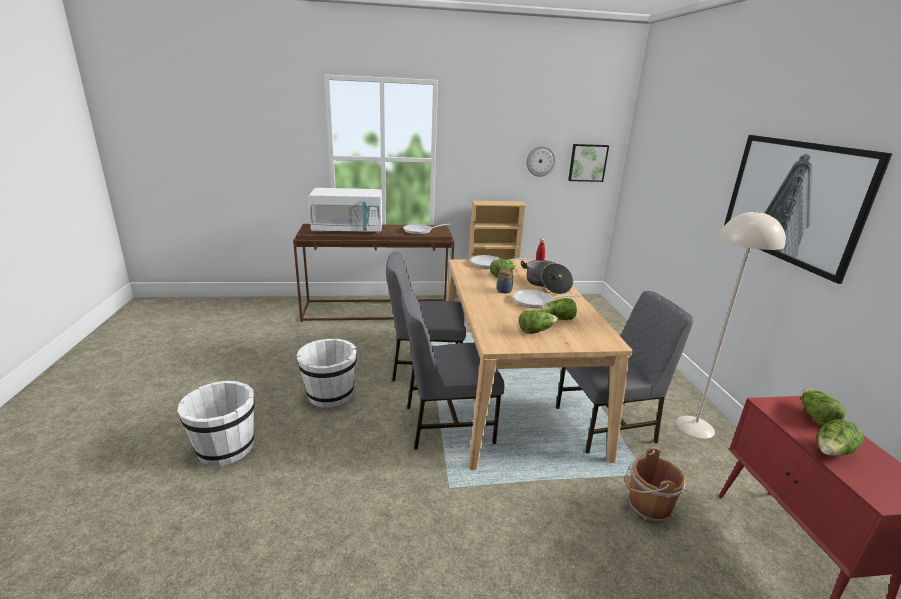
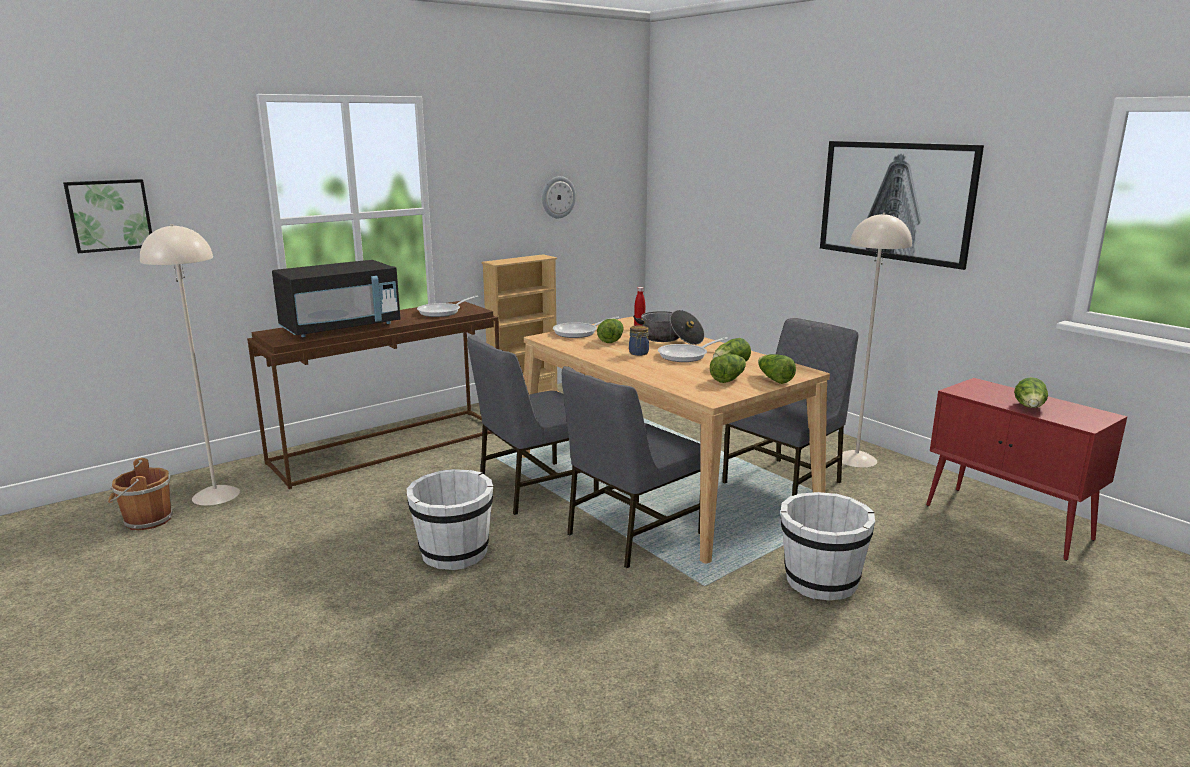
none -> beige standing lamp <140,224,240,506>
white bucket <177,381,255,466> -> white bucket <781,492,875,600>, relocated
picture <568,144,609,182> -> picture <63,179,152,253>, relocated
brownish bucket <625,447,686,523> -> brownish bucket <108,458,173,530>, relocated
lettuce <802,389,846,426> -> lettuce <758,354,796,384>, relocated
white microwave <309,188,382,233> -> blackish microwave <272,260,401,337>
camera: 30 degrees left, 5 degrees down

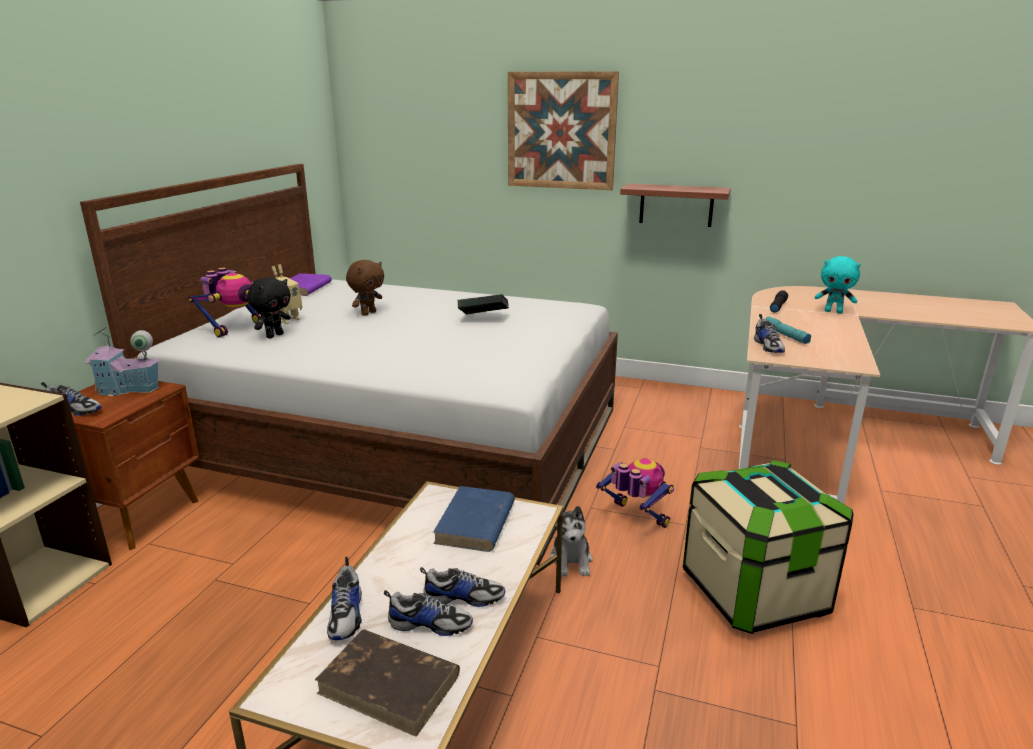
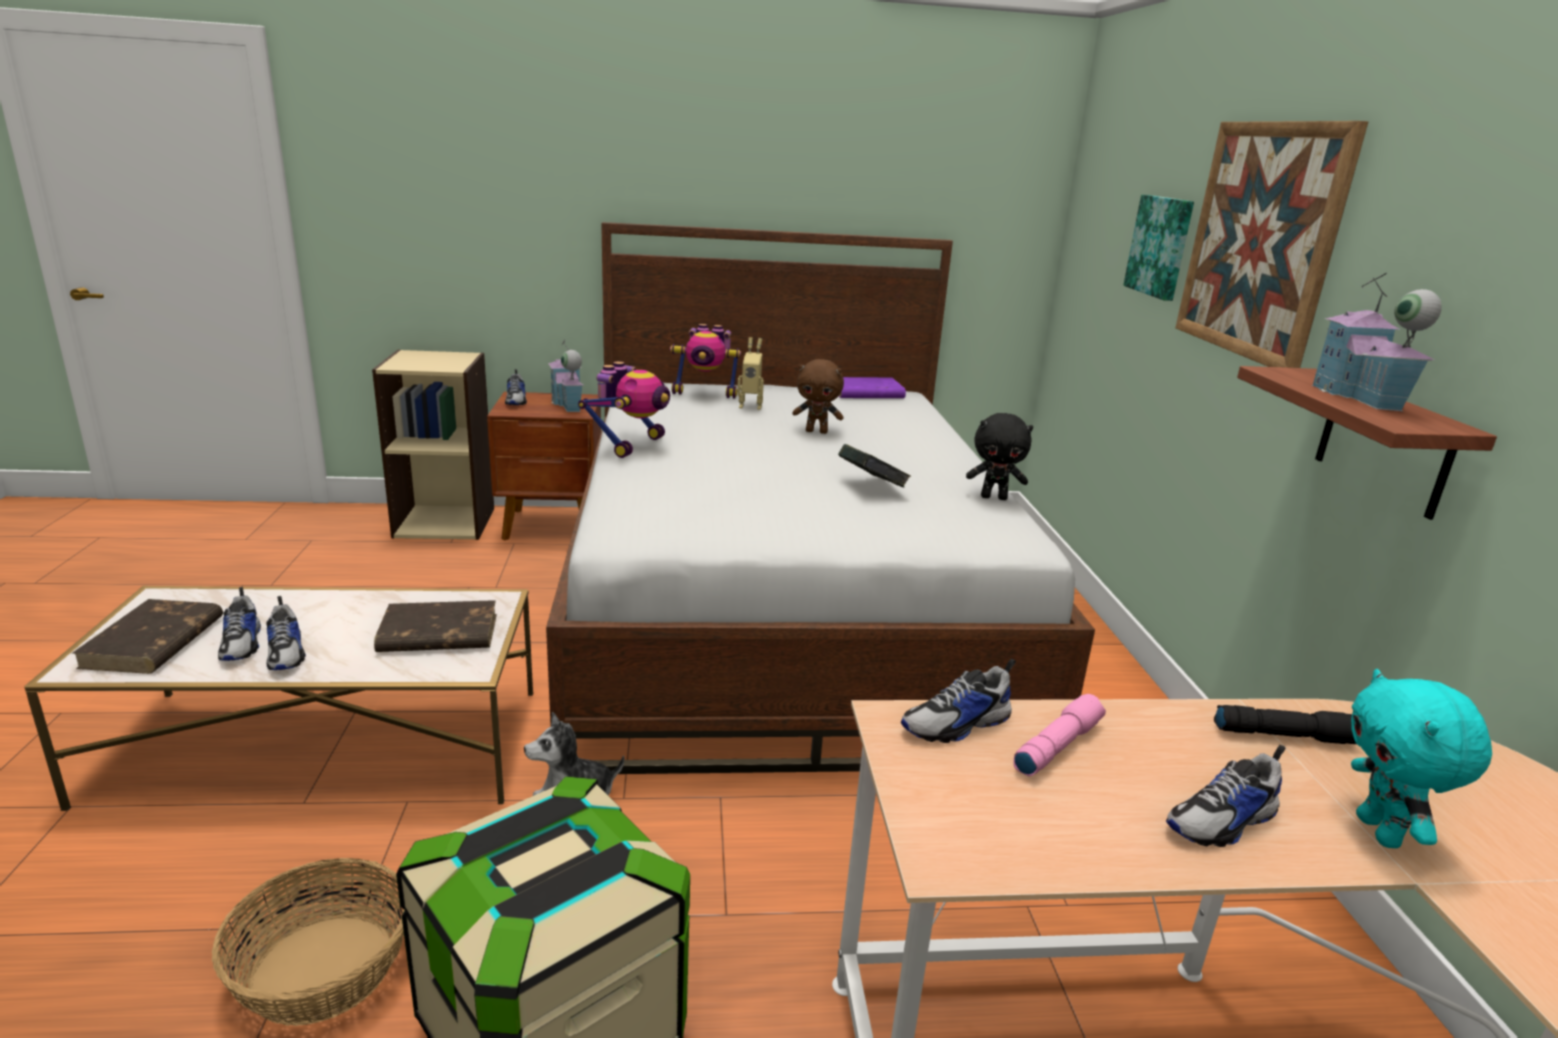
none -> household basket <212,858,405,1026>
none -> picture <1123,195,1194,301>
none -> miniature house <1312,273,1442,411>
blackish plush toy <247,277,291,338> -> blackish plush toy <966,413,1033,500>, relocated
low shoe <327,557,362,640> -> low shoe <1166,745,1285,847>, relocated
toy robot <596,458,674,528> -> toy robot <578,361,670,458>, relocated
blue-coloured book <433,486,515,552> -> brownish book <374,600,497,652>
blue-green flashlight <765,317,811,344> -> pink flashlight <1013,694,1106,776>
camera: 65 degrees right, 0 degrees up

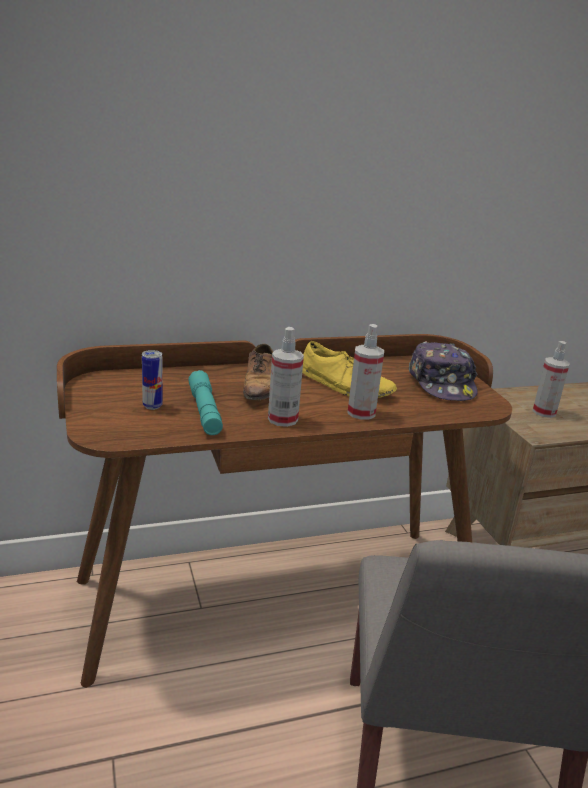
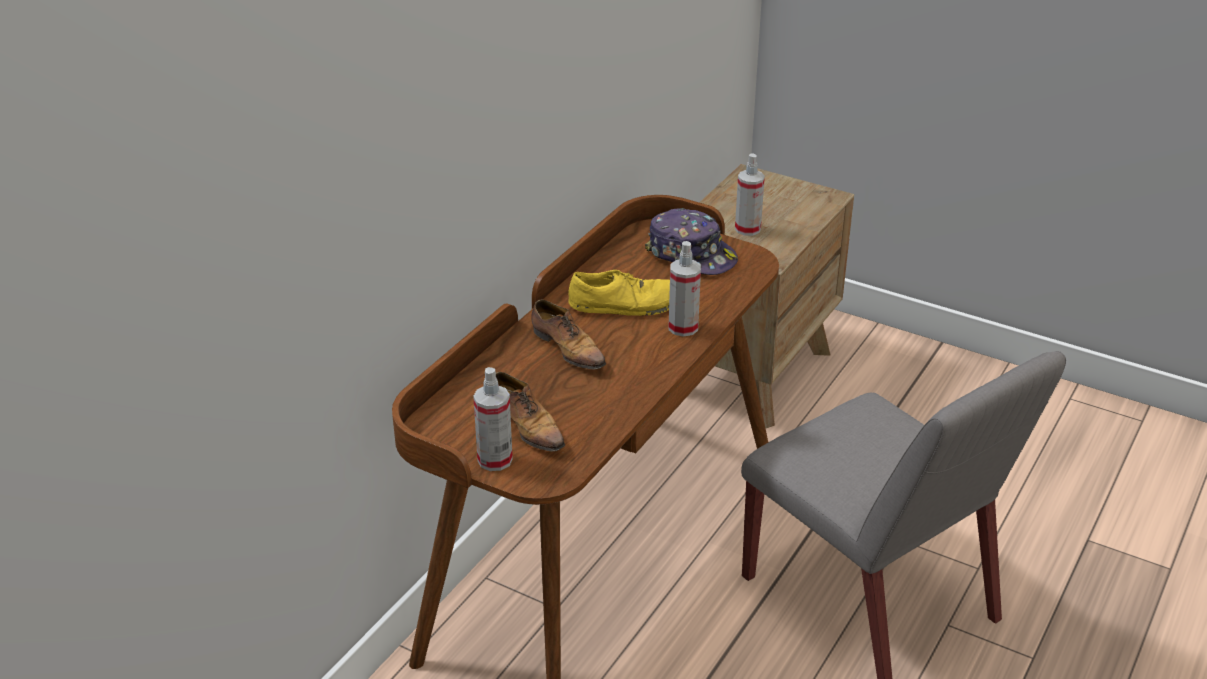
blue-green flashlight <188,370,223,435> -> none
sprayer <268,327,304,427> -> sprayer <473,367,513,471>, relocated
metal can <142,350,163,410> -> low shoe <496,372,565,452>
camera: 40 degrees left, 10 degrees up

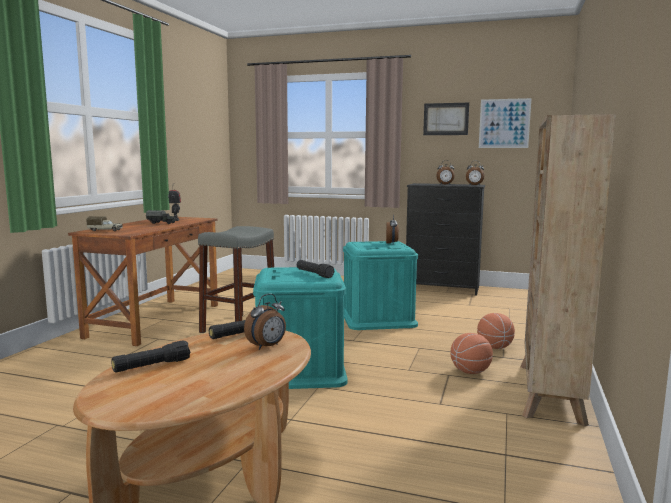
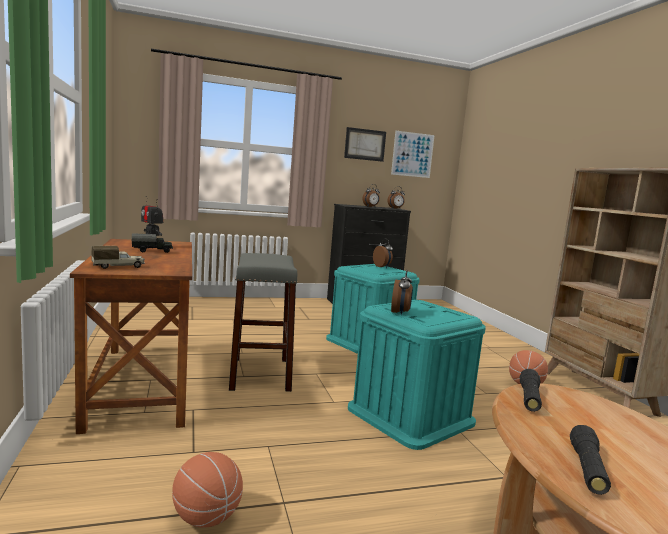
blackish flashlight <297,260,334,278> -> none
table clock <244,294,286,350> -> table clock <391,270,413,315>, relocated
basketball ball <477,313,515,349> -> basketball ball <172,452,243,528>, relocated
camera: 35 degrees left, 0 degrees up

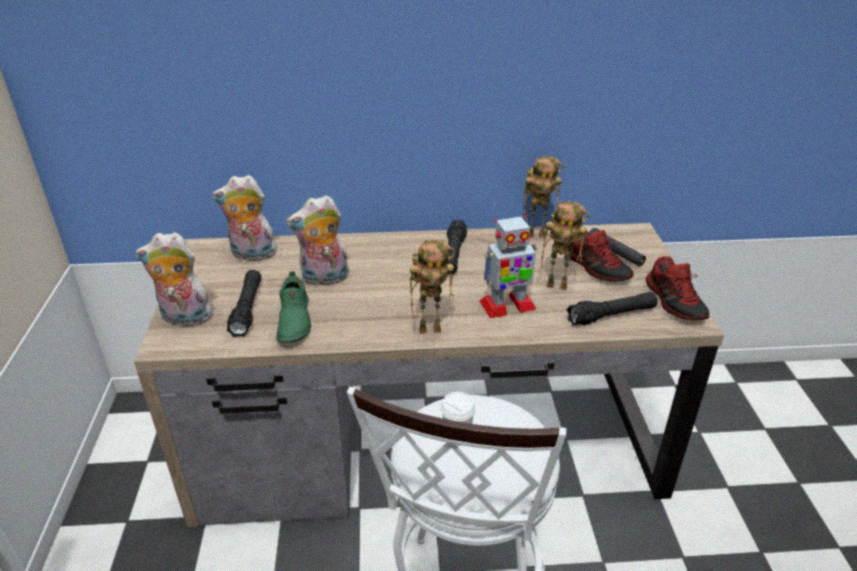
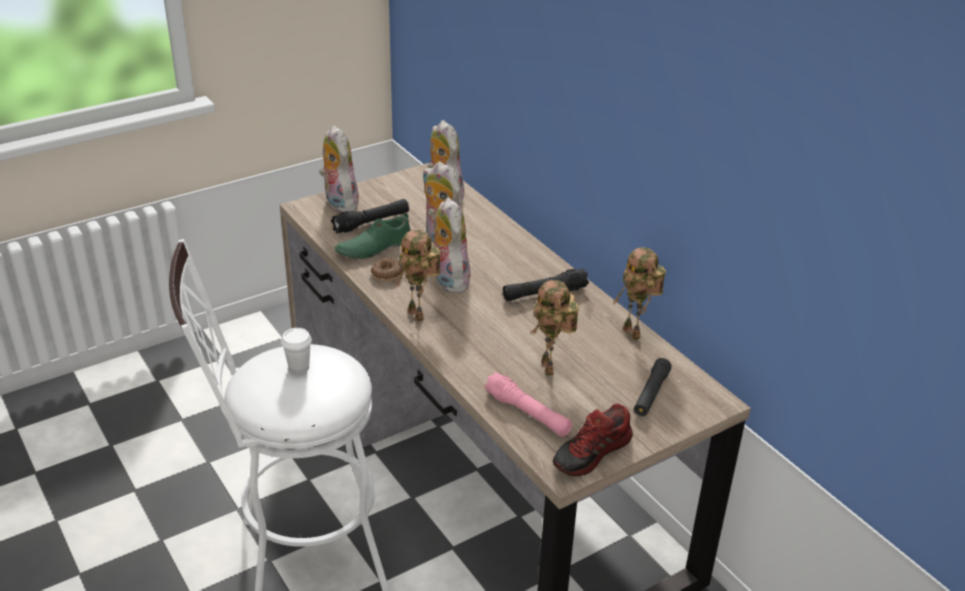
toy robot <480,215,537,318> -> none
low shoe <570,230,634,282> -> none
none -> ring doughnut <371,258,404,281>
none -> plush toy <432,198,473,293>
blackish flashlight <567,292,657,325> -> pink flashlight <484,372,572,437>
camera: 60 degrees right, 0 degrees up

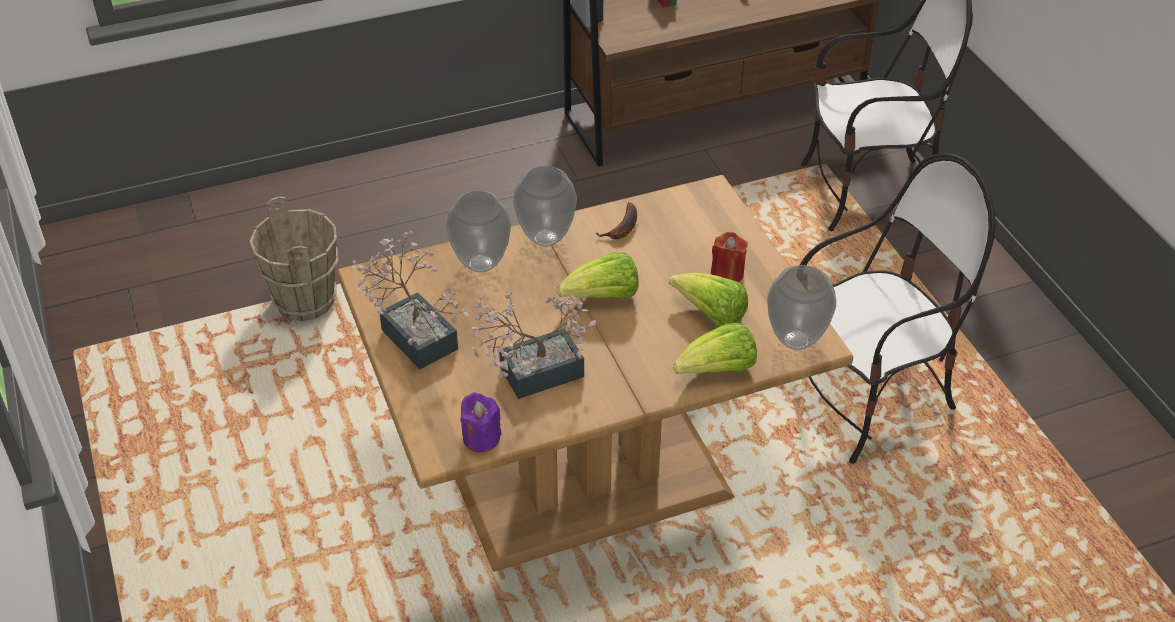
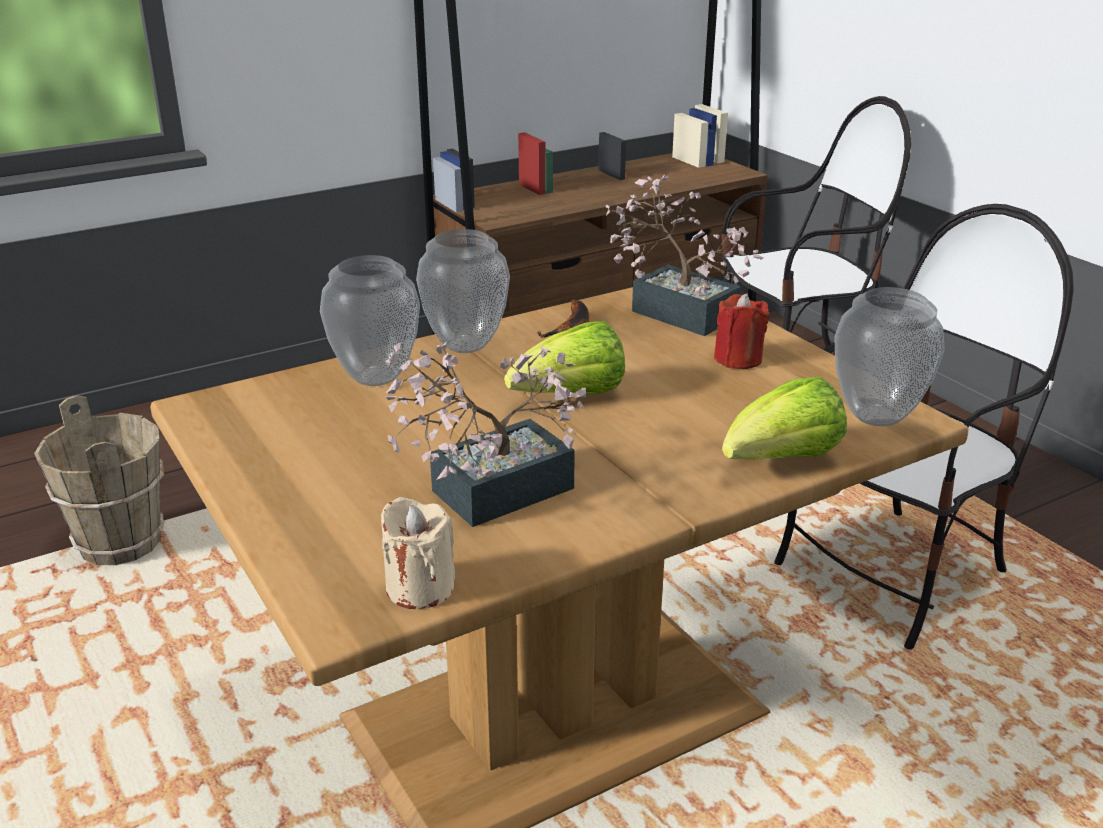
lettuce <669,273,748,327> -> none
potted plant <351,231,470,369> -> potted plant <605,175,763,336>, relocated
purple-coloured candle <460,392,501,452> -> beige candle <381,497,455,609>
camera: 10 degrees left, 15 degrees down

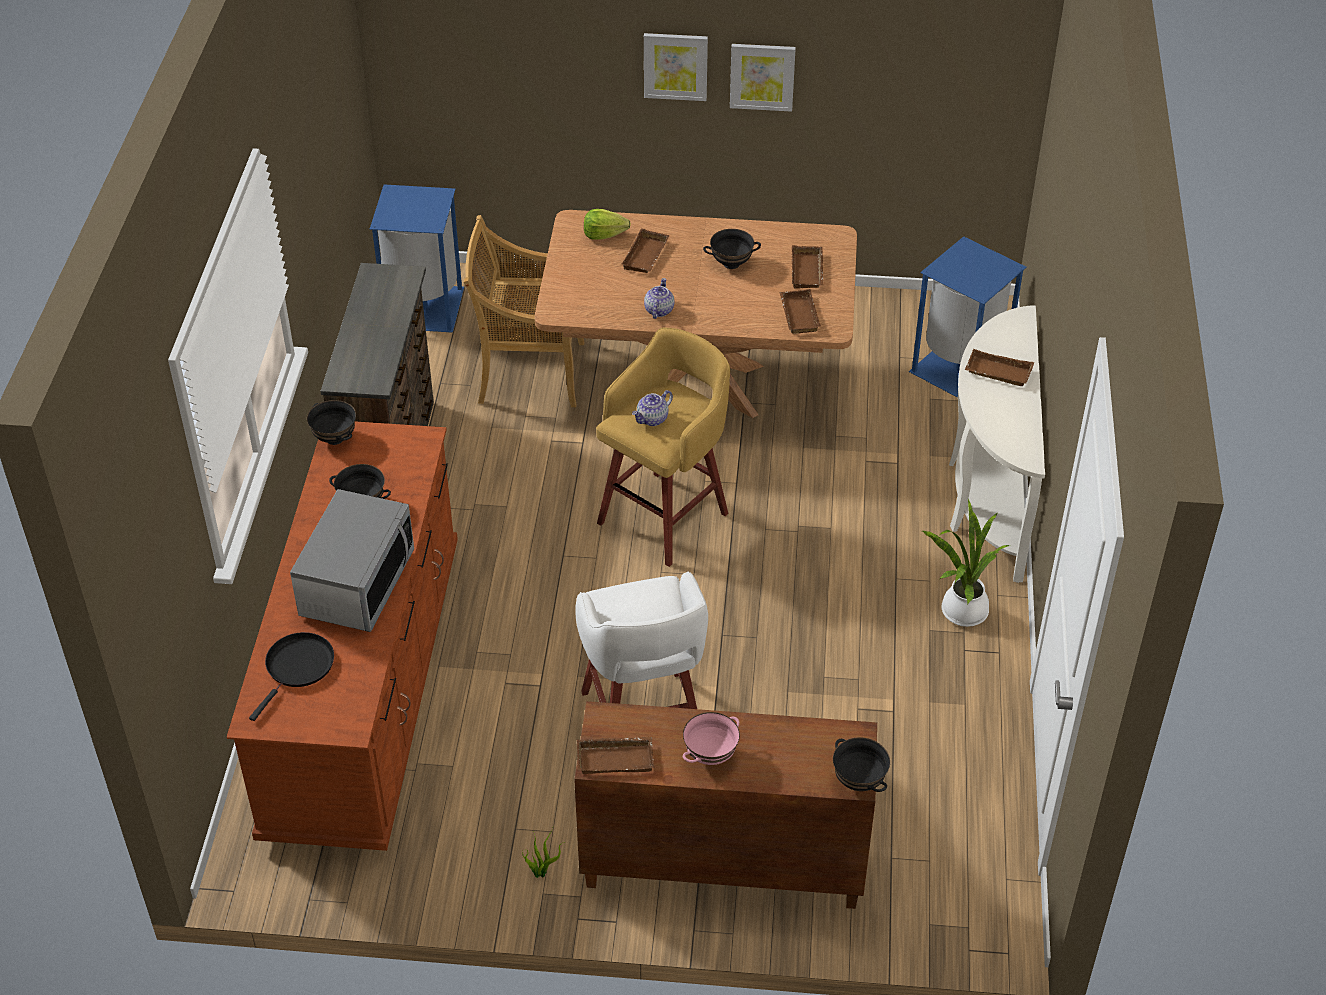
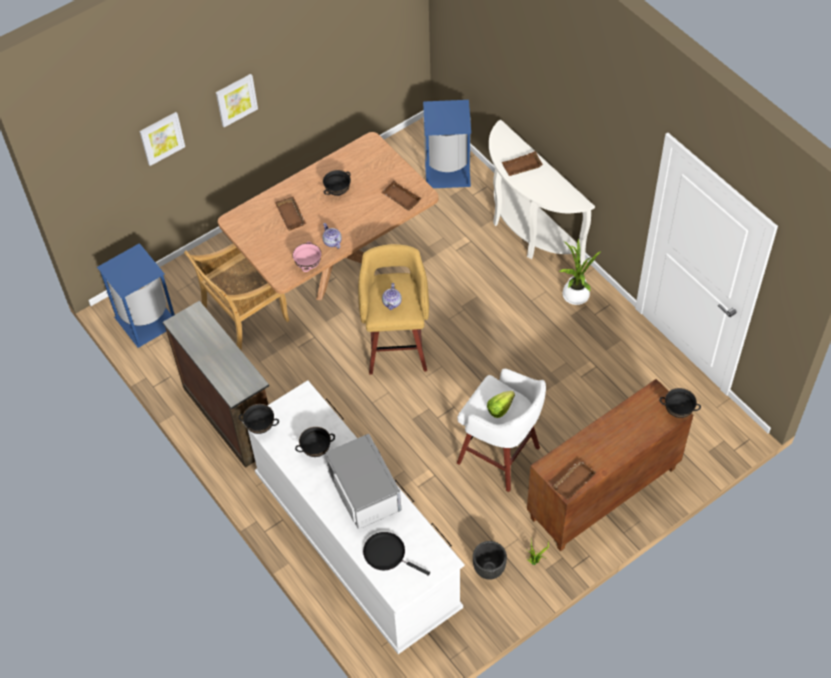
brownish carrying tray <792,245,823,289> -> none
none -> blackish planter <473,541,507,580>
lettuce <584,209,631,240> -> lettuce <487,391,515,418>, relocated
pink bowl <683,712,740,765> -> pink bowl <293,242,321,272>, relocated
picture <730,44,796,112> -> picture <139,112,185,166>, relocated
brownish chest of drawers <227,422,458,851> -> white chest of drawers <243,380,465,654>
blackish pan <249,632,334,721> -> blackish pan <363,532,430,576>, 45 degrees counterclockwise
camera: 40 degrees left, 10 degrees up

